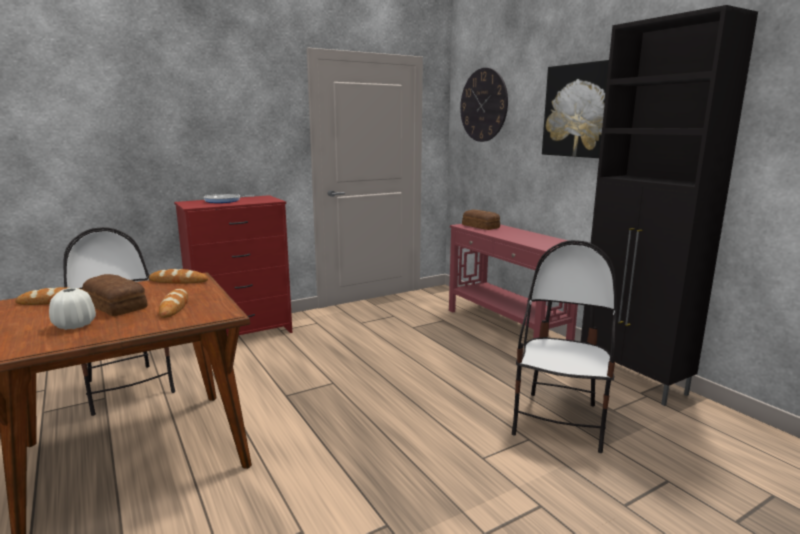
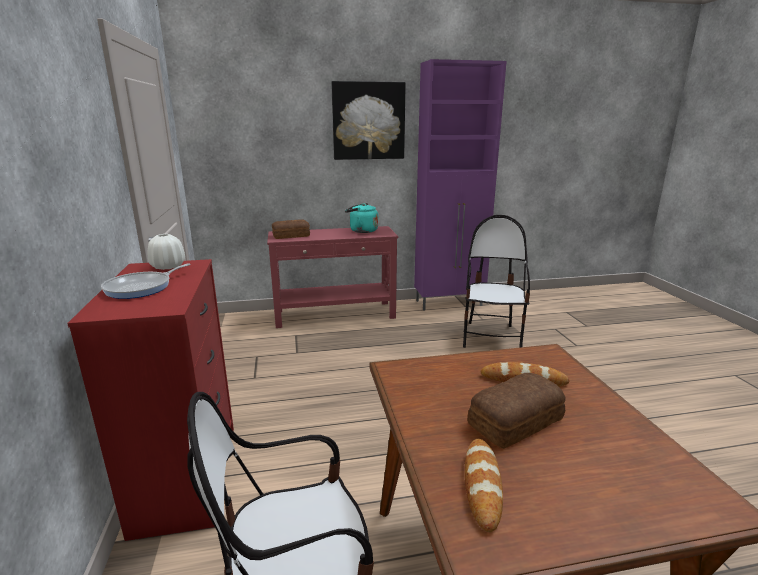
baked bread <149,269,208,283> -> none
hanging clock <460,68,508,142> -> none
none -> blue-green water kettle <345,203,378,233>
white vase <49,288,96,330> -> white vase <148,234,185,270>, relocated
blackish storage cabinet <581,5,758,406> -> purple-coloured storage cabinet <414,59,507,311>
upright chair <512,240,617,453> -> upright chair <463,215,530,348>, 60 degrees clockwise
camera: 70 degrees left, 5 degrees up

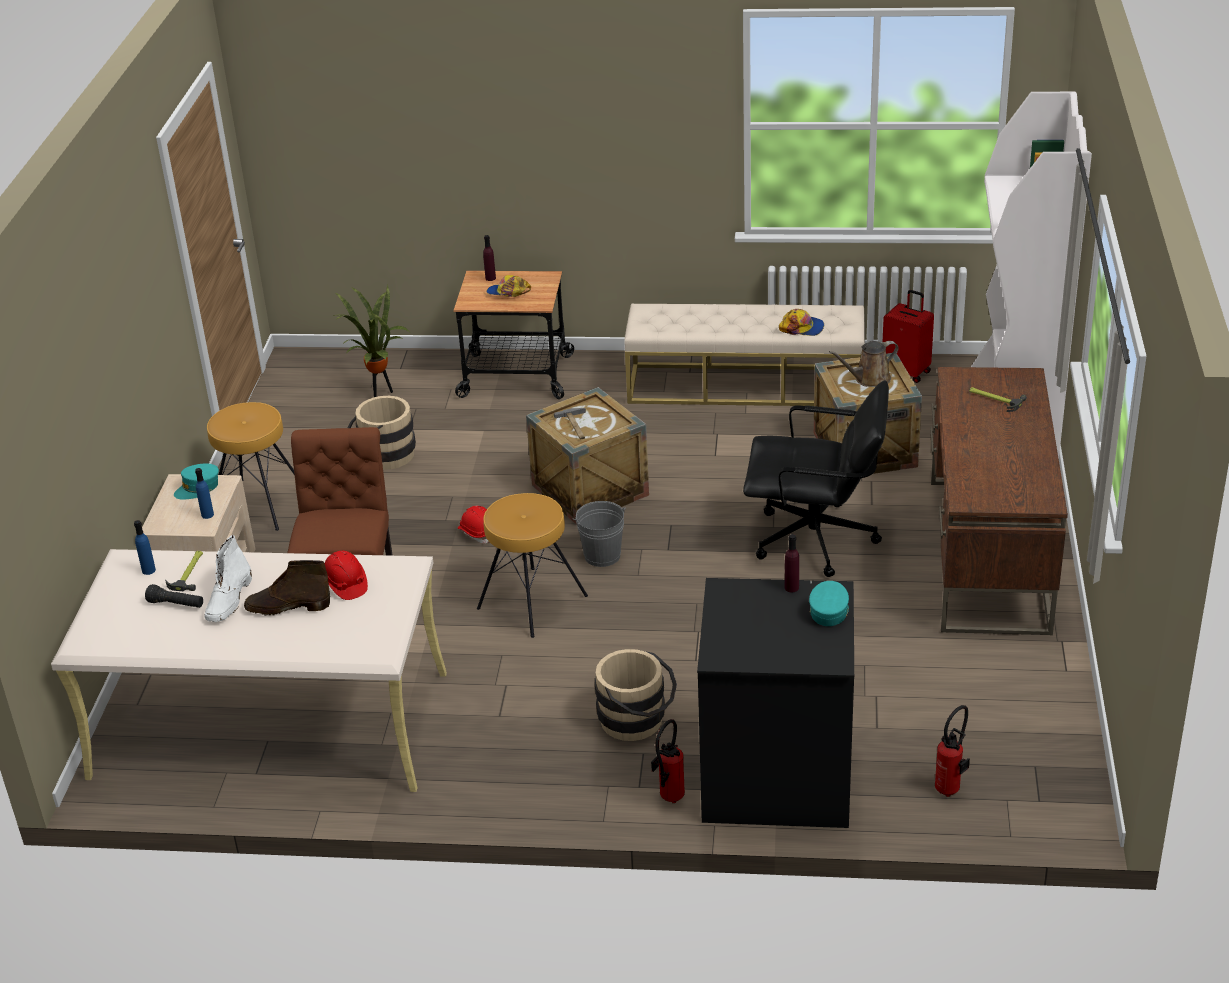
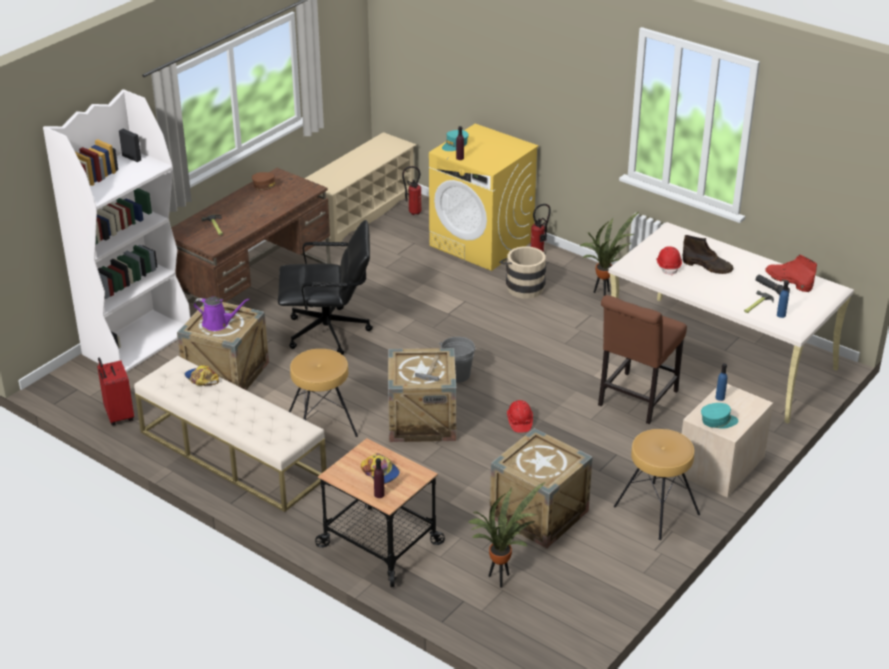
white high-top boot <205,535,252,622> -> none
none -> brownish cap <252,172,281,194>
none -> beige shoe stand <305,132,416,242>
none -> potted plant <580,212,639,296>
none -> reddish high-top boot <765,255,817,292>
brownish stool seat <477,493,588,638> -> brownish stool seat <289,349,358,437>, relocated
beige bucket <348,396,416,470> -> packing crate <490,428,593,549>
blackish laundry appliance <697,578,854,828> -> yellowish laundry appliance <429,124,539,271>
brownish sprinkling can <829,341,899,387> -> purple-coloured sprinkling can <194,296,250,331>
blackish computer chair <743,381,889,577> -> blackish computer chair <278,220,373,355>, 135 degrees clockwise
camera: 150 degrees left, 0 degrees up

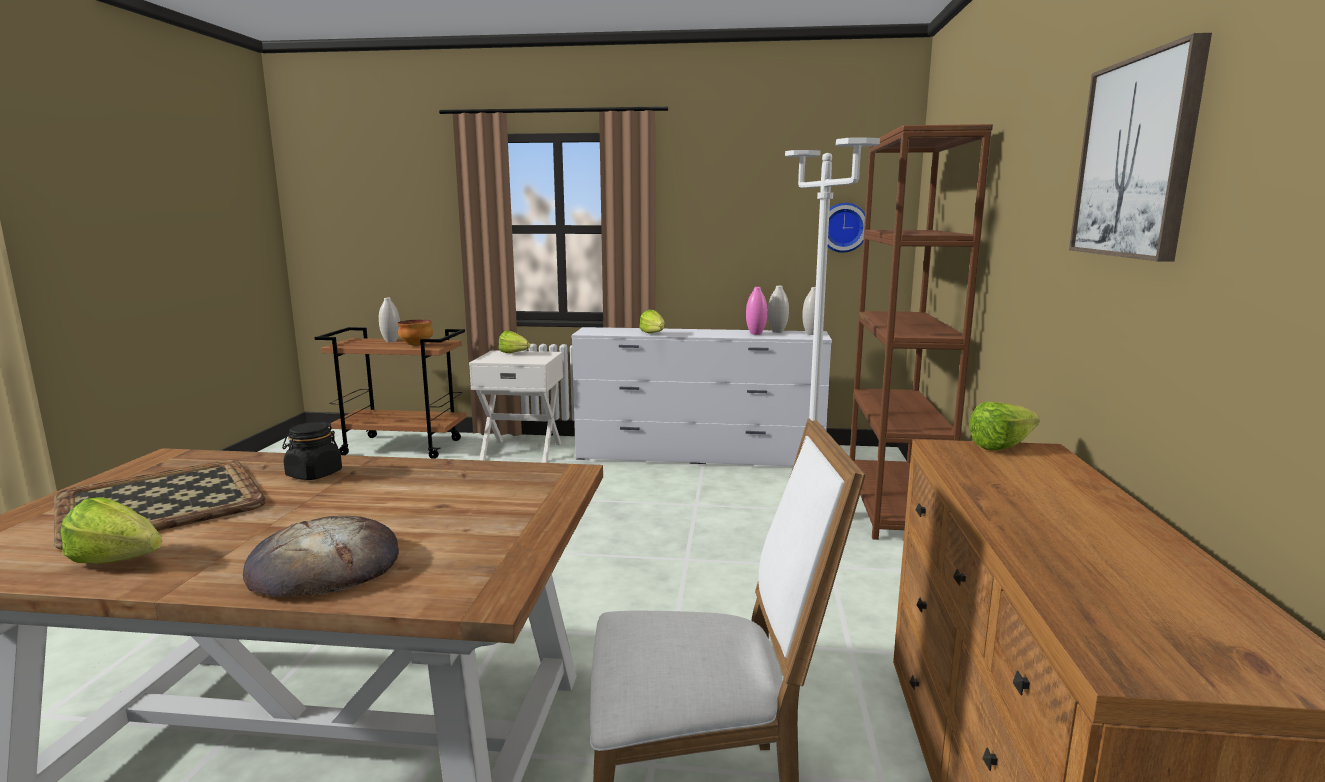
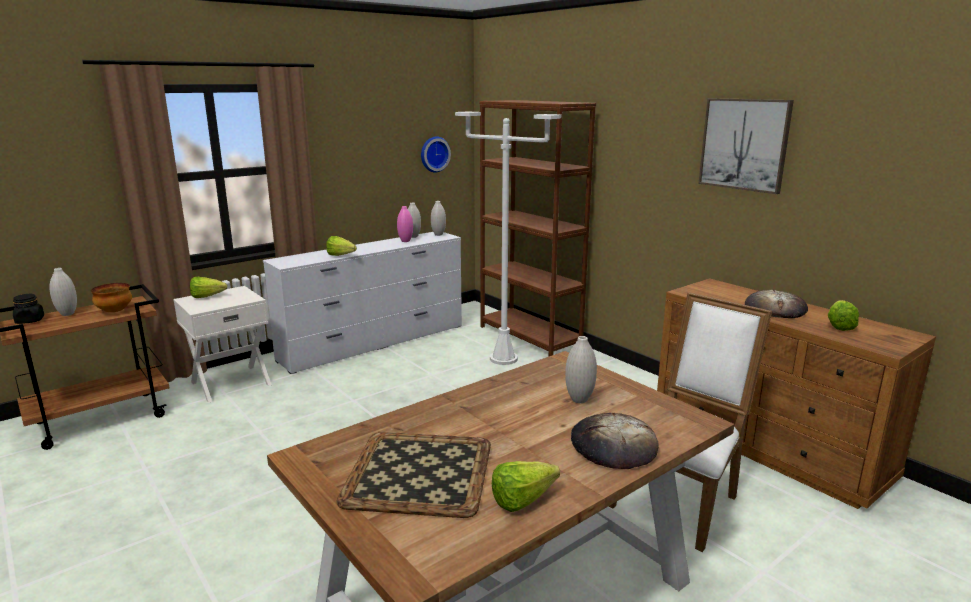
none -> white vase <565,336,597,403>
none -> baked bread <745,289,808,318>
blackish storage jar <282,422,342,480> -> blackish storage jar <13,293,44,324>, relocated
lettuce <969,402,1040,451> -> lettuce <828,300,859,331>, relocated
camera: 45 degrees left, 5 degrees up

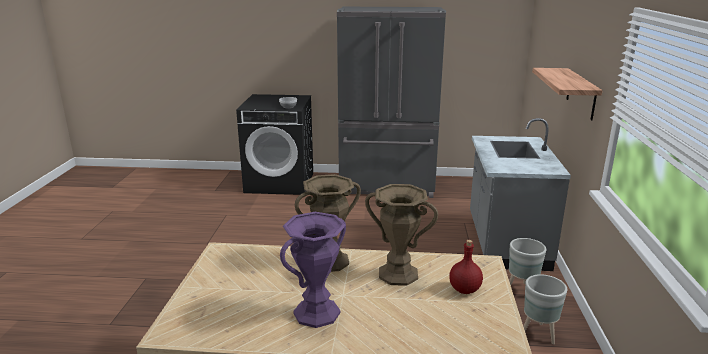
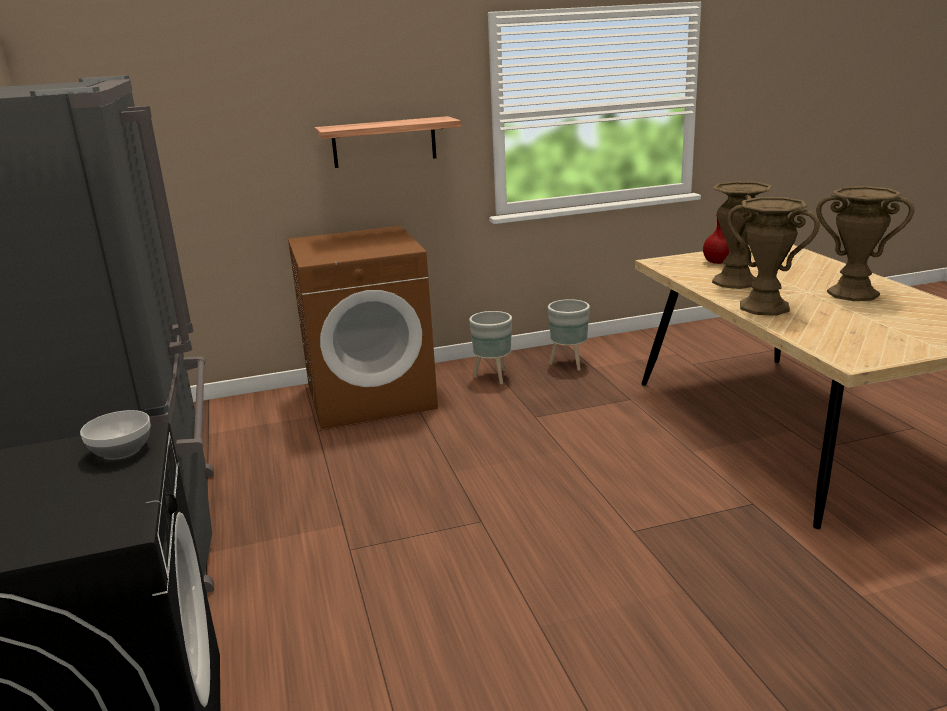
greyish kitchen counter <470,118,571,271> -> brownish laundry appliance <288,226,438,429>
purple-coloured vase <280,212,346,328> -> brownish vase <816,186,914,301>
camera: 110 degrees left, 0 degrees up

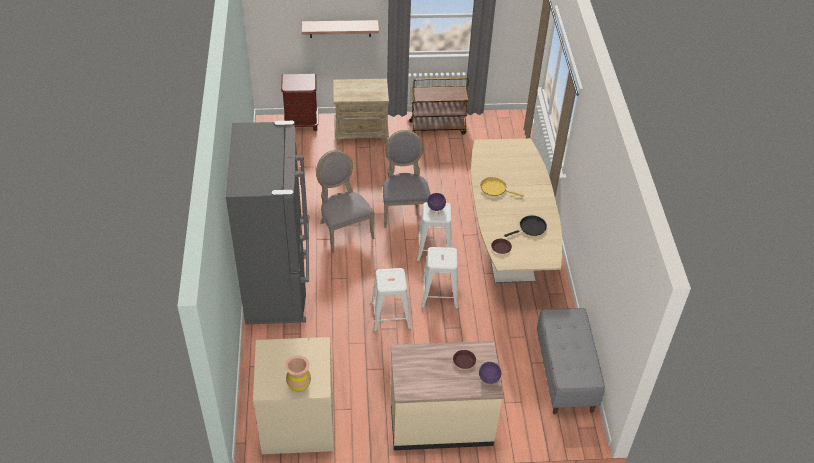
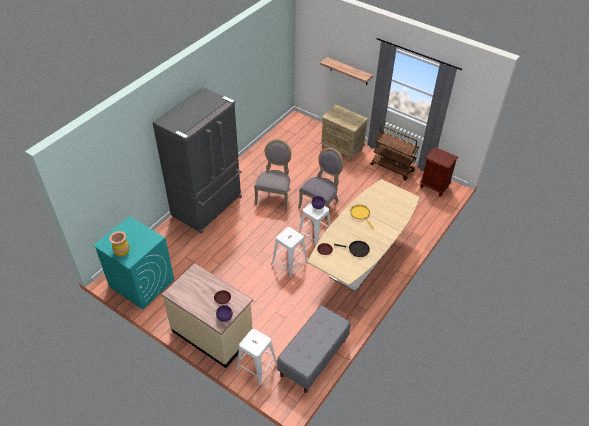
brownish nightstand <281,74,318,132> -> brownish nightstand <420,147,458,196>, relocated
white stool seat <371,268,411,332> -> white stool seat <236,329,277,386>, relocated
beige laundry appliance <253,337,334,454> -> blue-green laundry appliance <93,216,174,310>
camera: 40 degrees right, 0 degrees up

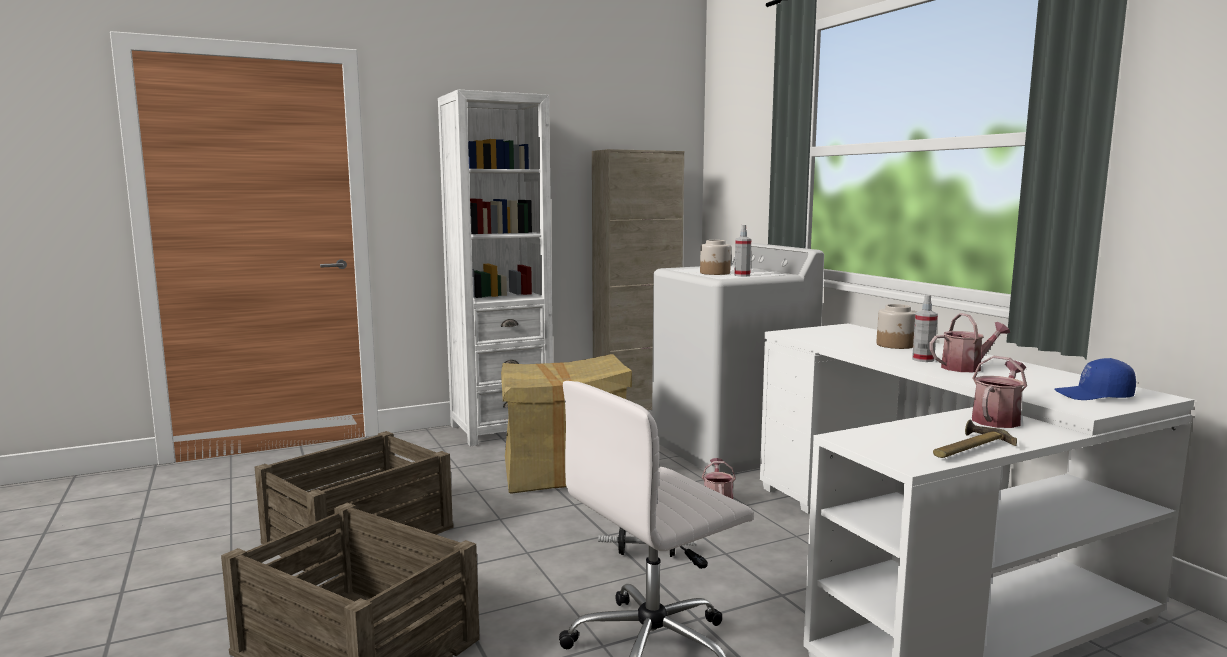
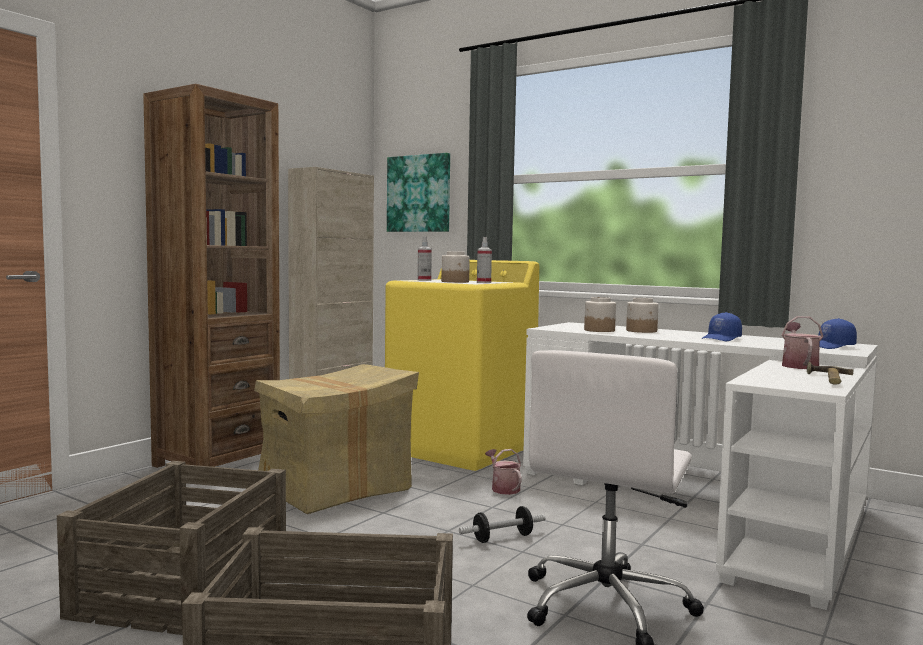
none -> picture <387,153,450,232>
none -> storage jar <584,297,616,332>
sprayer <912,295,938,362> -> sprayer <417,236,432,281>, relocated
sprinkling can <930,313,1010,372> -> blue-coloured cap <701,312,742,341>
white bookcase <438,89,553,446> -> brownish bookcase <143,84,280,468>
white laundry appliance <652,243,824,474> -> yellowish laundry appliance <385,260,539,471>
camera: 30 degrees left, 5 degrees down

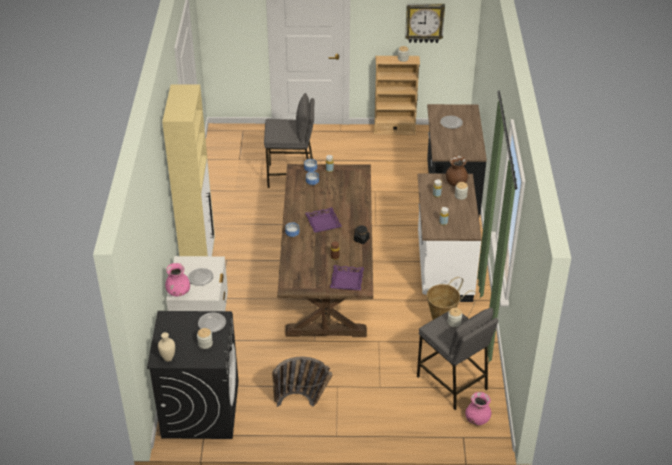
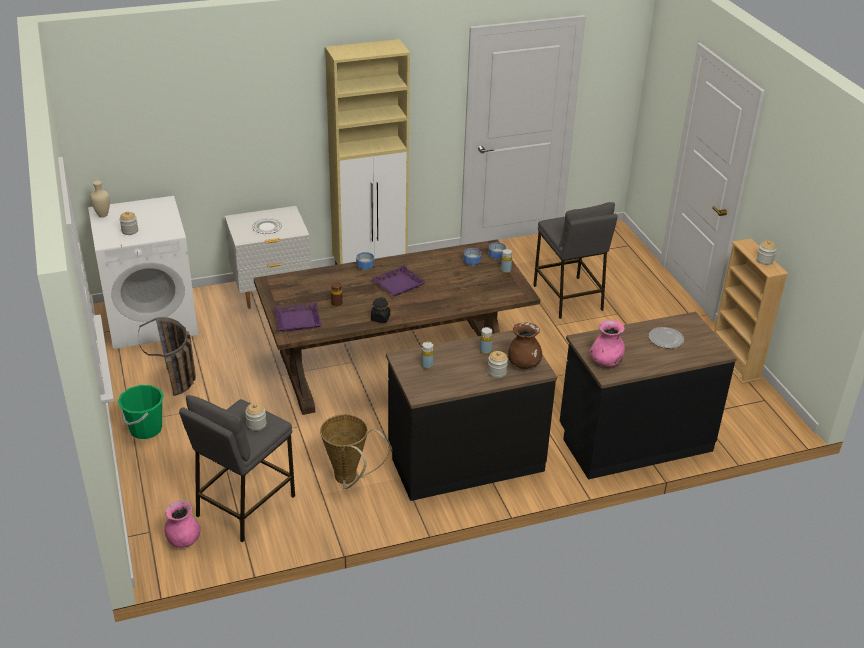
plate <198,312,226,333> -> none
hanging clock <405,4,445,43> -> none
none -> greenish bucket <118,385,164,439>
pink vase <165,263,190,296> -> pink vase <590,320,625,367>, relocated
blackish laundry appliance <147,311,239,439> -> white laundry appliance <88,196,198,349>
white kitchen counter <418,173,482,302> -> blackish kitchen counter <386,330,557,501>
camera: 70 degrees right, 5 degrees down

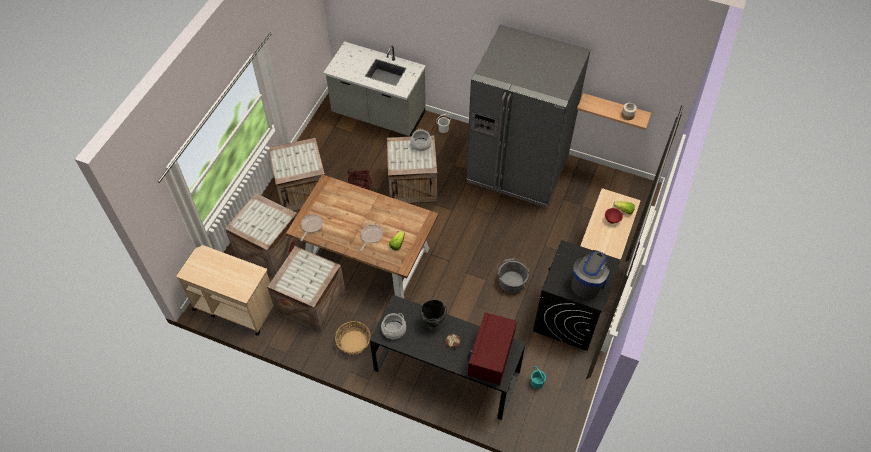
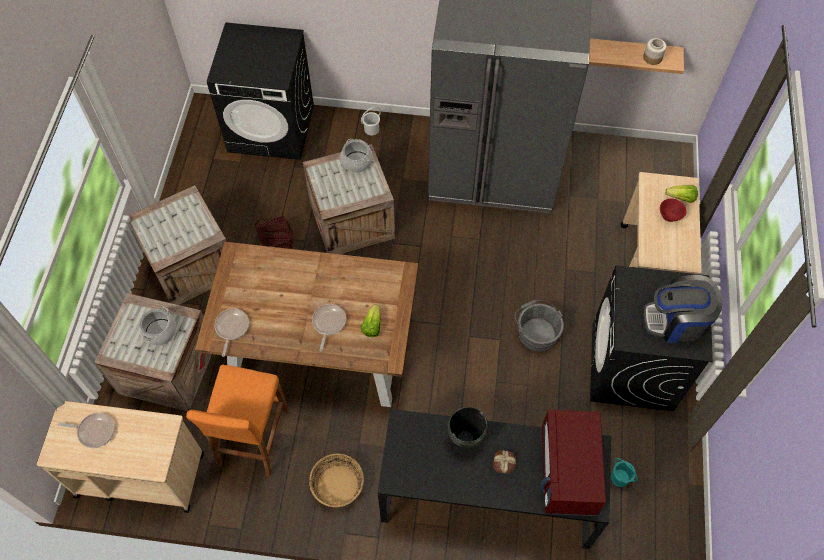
none -> pan <58,413,115,448>
stockpot <381,313,406,339> -> stockpot <139,307,176,346>, relocated
packing crate <267,246,346,332> -> orange-coloured stool seat <186,365,289,477>
greyish kitchen counter <323,41,426,136> -> blackish laundry appliance <207,22,314,160>
coffee maker <571,250,611,299> -> coffee maker <643,275,723,343>, 105 degrees counterclockwise
camera: 15 degrees left, 5 degrees up

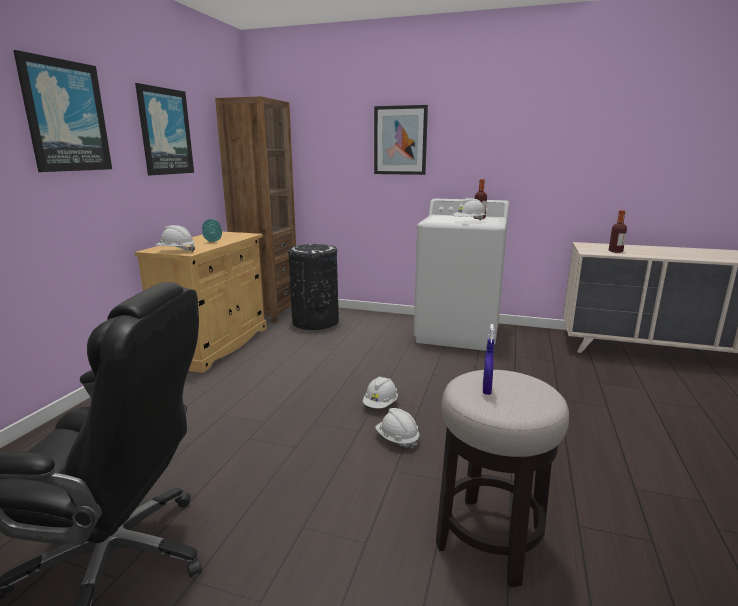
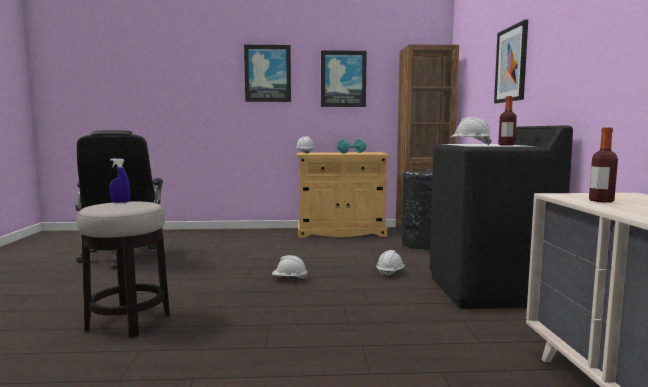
white hard hat <375,408,419,449> -> white hard hat <376,250,404,277>, relocated
white laundry appliance <414,199,509,351> -> blackish laundry appliance <430,126,573,309>
camera: 70 degrees right, 10 degrees down

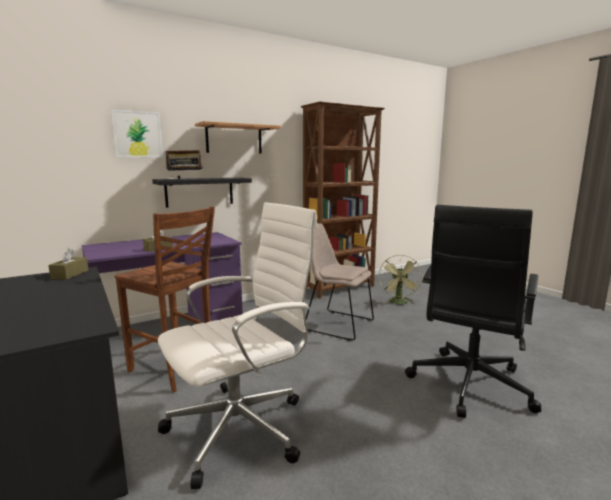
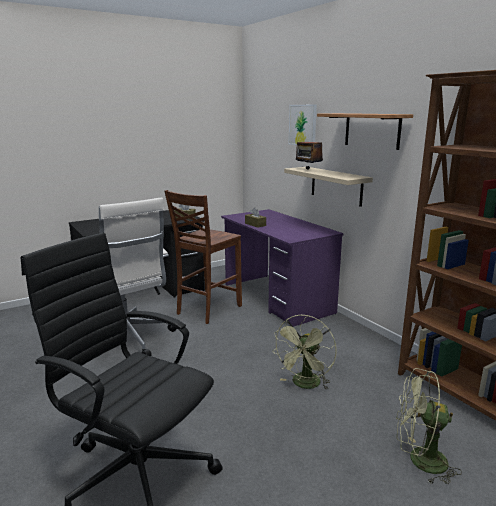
beige upright chair <306,223,374,341> -> greenish electric fan <272,315,337,390>
blackish bracket shelf <152,177,252,208> -> beige bracket shelf <284,167,373,207>
camera: 90 degrees right, 5 degrees up

